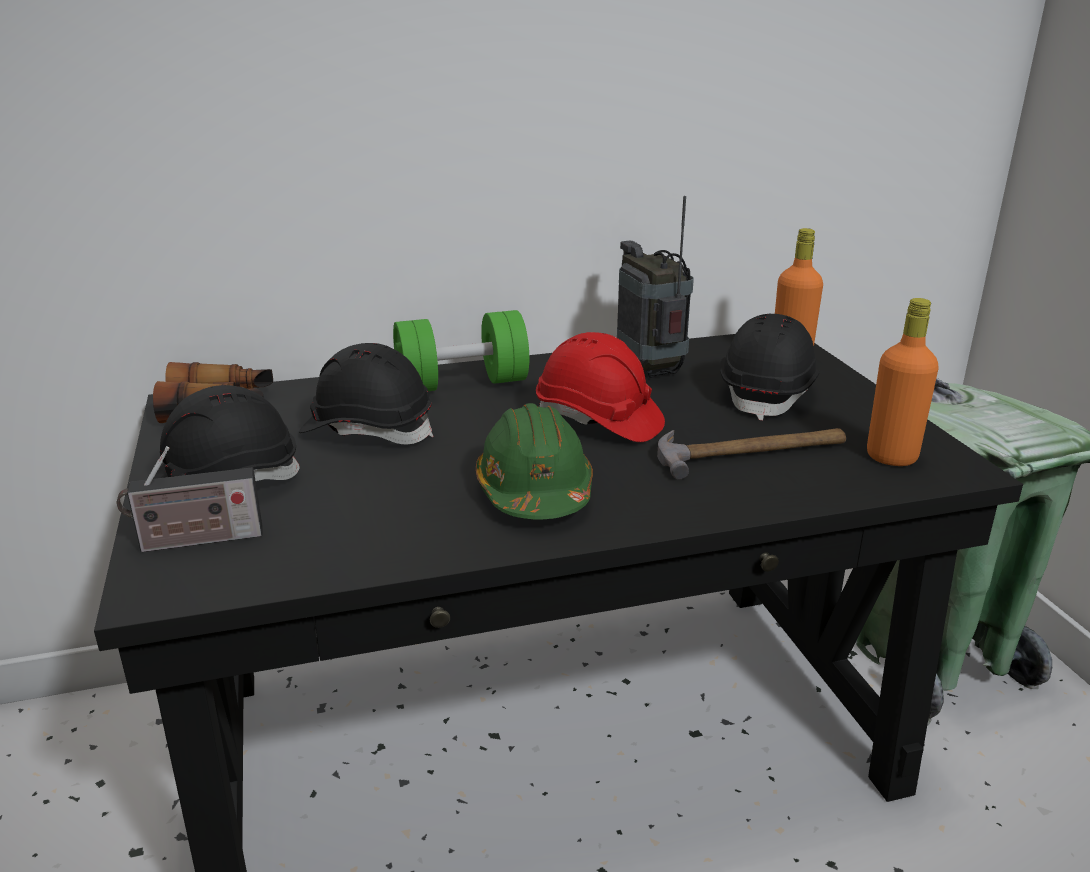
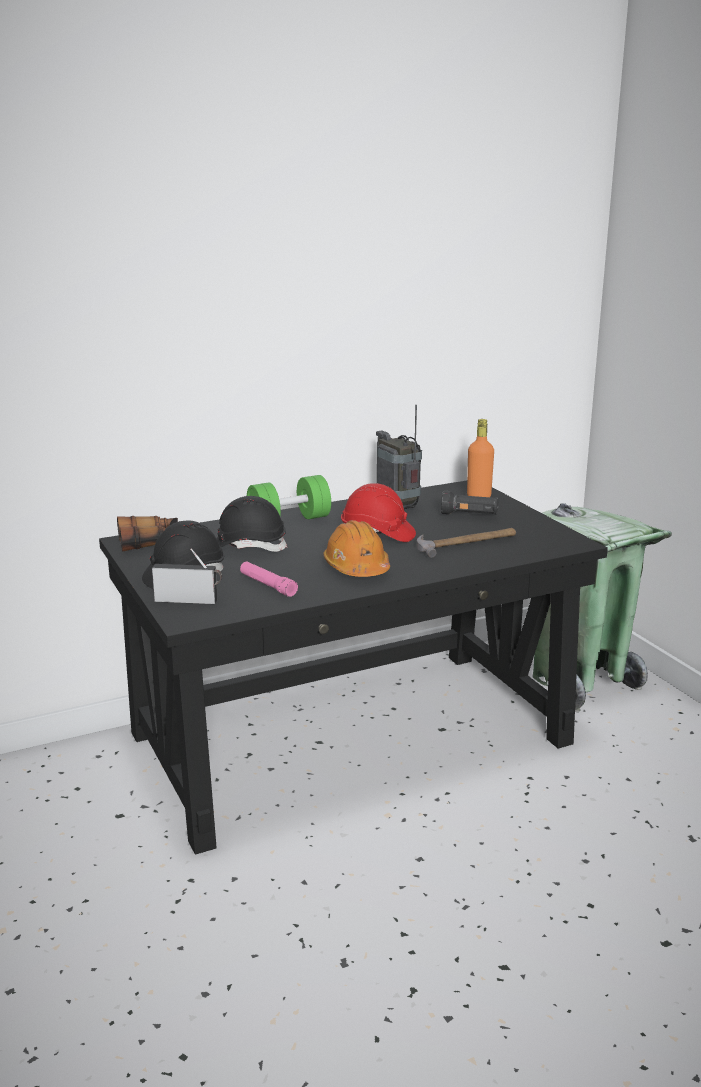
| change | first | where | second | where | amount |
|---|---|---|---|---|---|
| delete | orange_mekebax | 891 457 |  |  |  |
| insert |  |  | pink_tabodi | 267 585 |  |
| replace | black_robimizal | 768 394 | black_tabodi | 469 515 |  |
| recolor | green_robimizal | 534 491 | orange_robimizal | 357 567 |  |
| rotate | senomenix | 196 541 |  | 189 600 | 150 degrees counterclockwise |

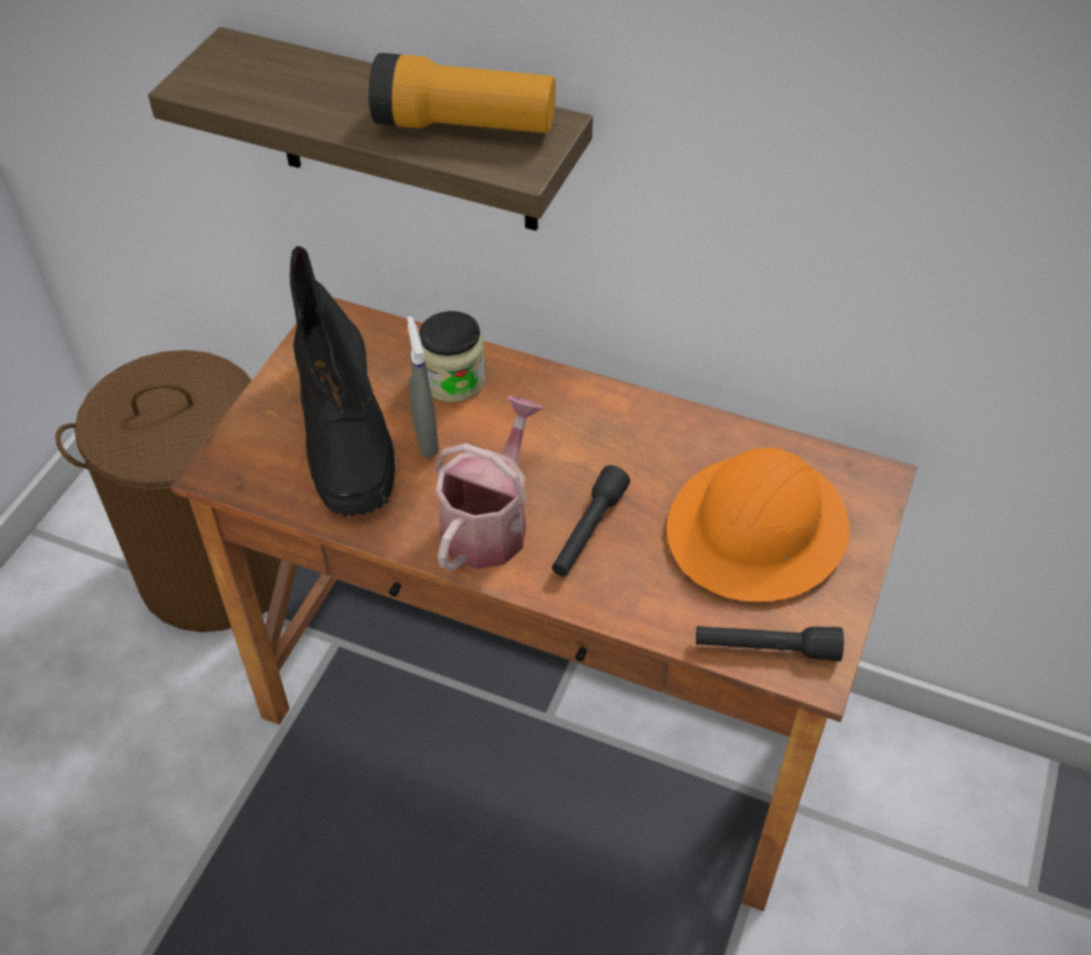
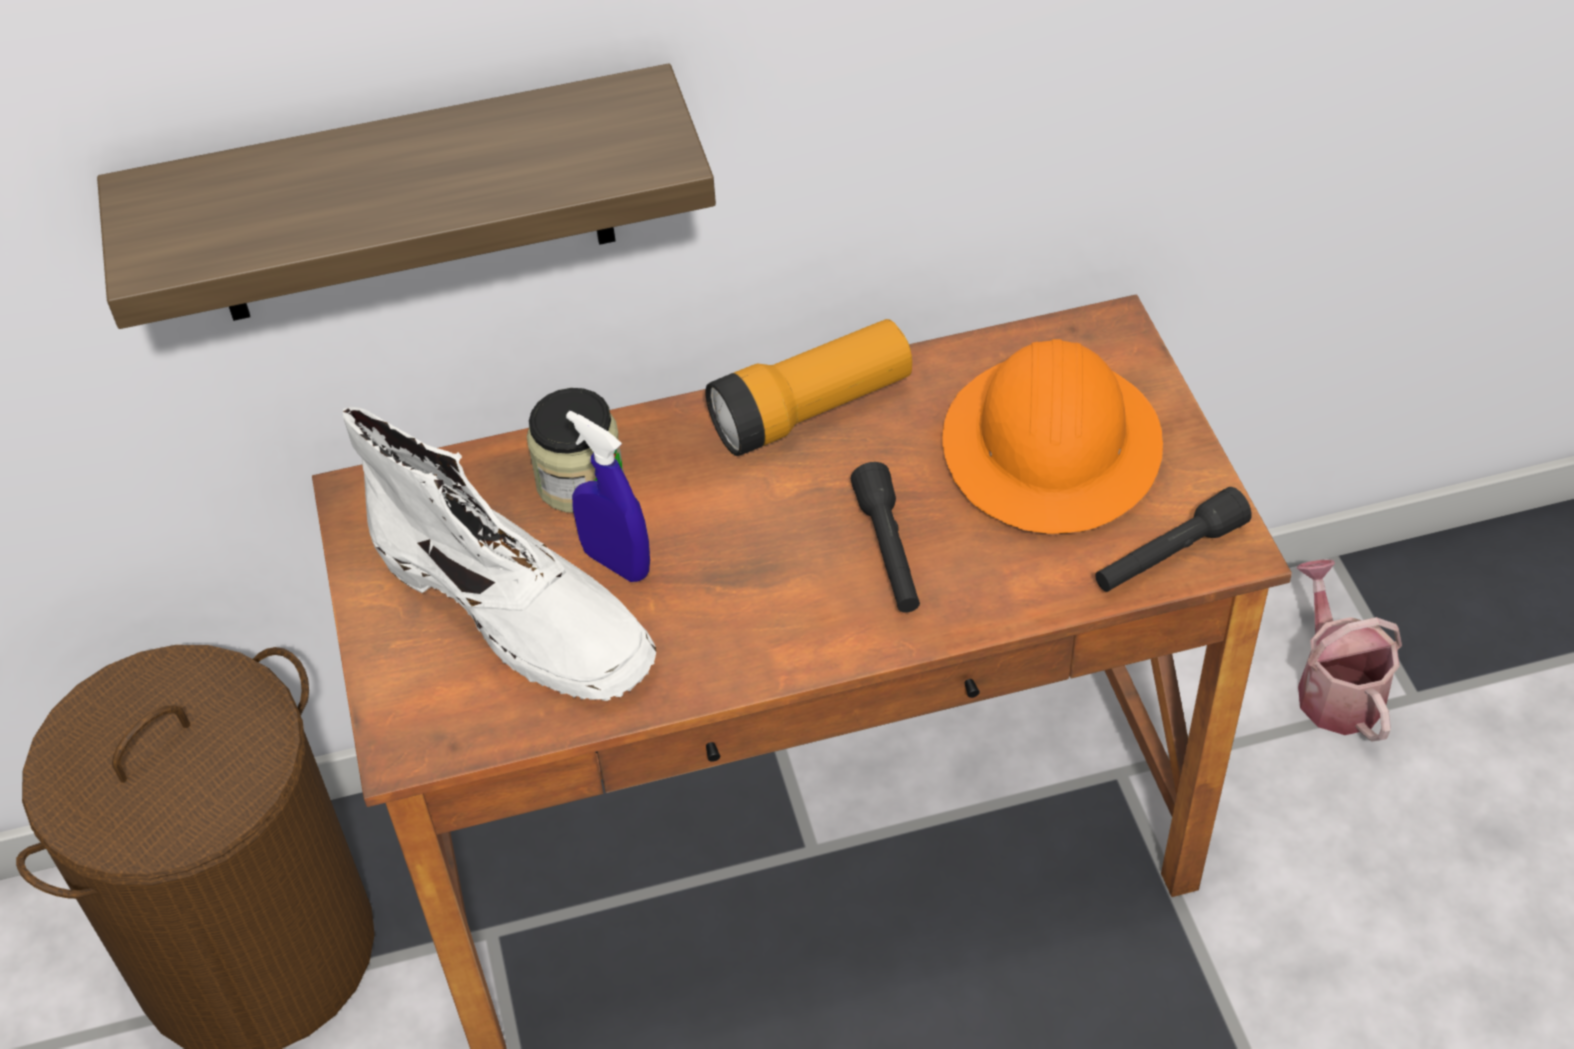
| change | first | where | second | where | amount |
|---|---|---|---|---|---|
| move | tabodi | 464 126 |  | 811 410 |  |
| move | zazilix | 489 523 |  | 1334 687 |  |
| recolor | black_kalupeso | 346 433 | white_kalupeso | 517 611 |  |
| recolor | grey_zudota | 426 439 | blue_zudota | 616 563 |  |

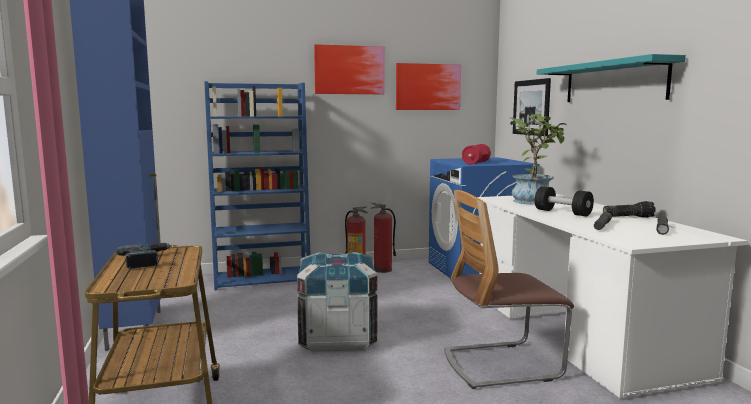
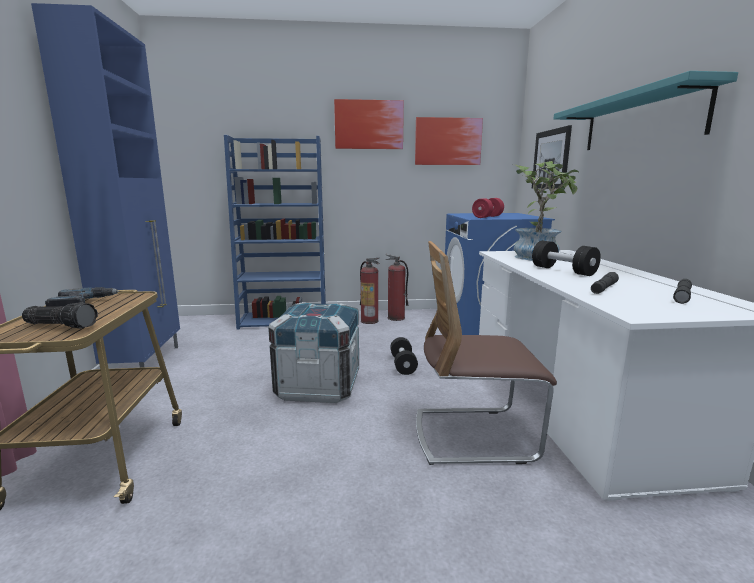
| change | first | where | second | where | amount |
|---|---|---|---|---|---|
| insert |  |  | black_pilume | 403 365 |  |
| move | tabodi | 628 217 |  | 62 325 |  |

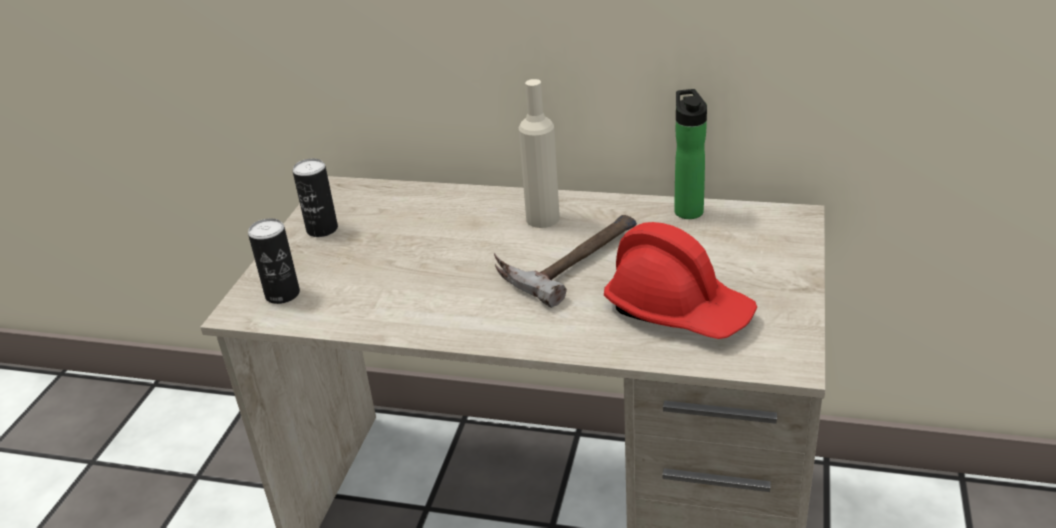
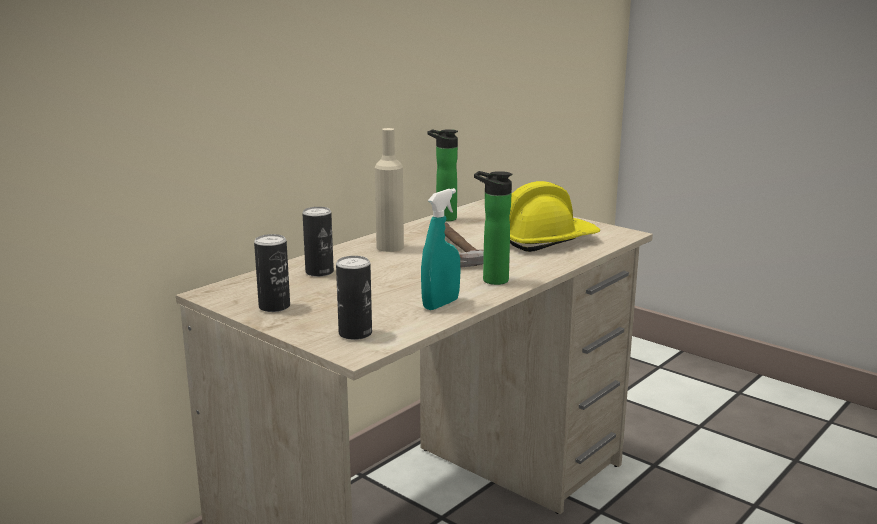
| change | first | where | second | where | amount |
|---|---|---|---|---|---|
| insert |  |  | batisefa | 319 272 |  |
| insert |  |  | turquoise_zudota | 440 304 |  |
| insert |  |  | mekebax | 491 280 |  |
| recolor | red_robimizal | 678 310 | yellow_robimizal | 547 241 |  |

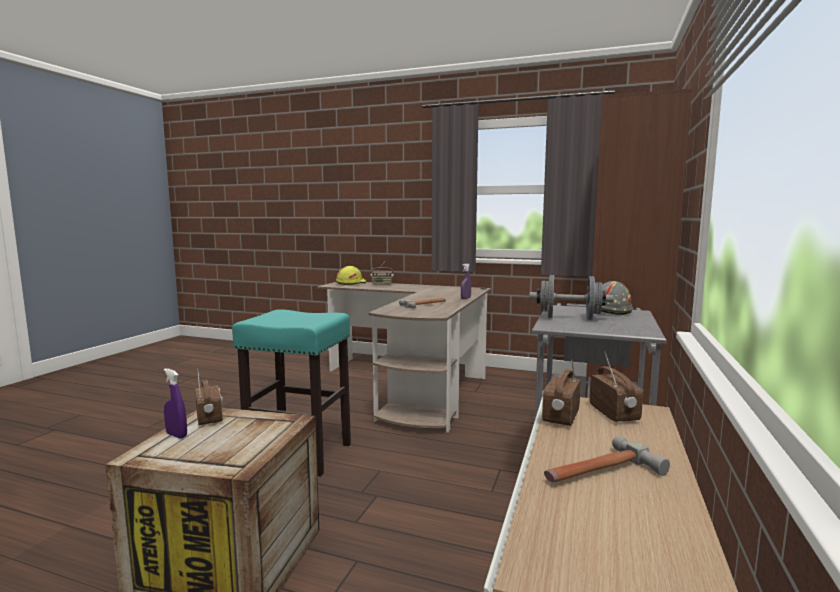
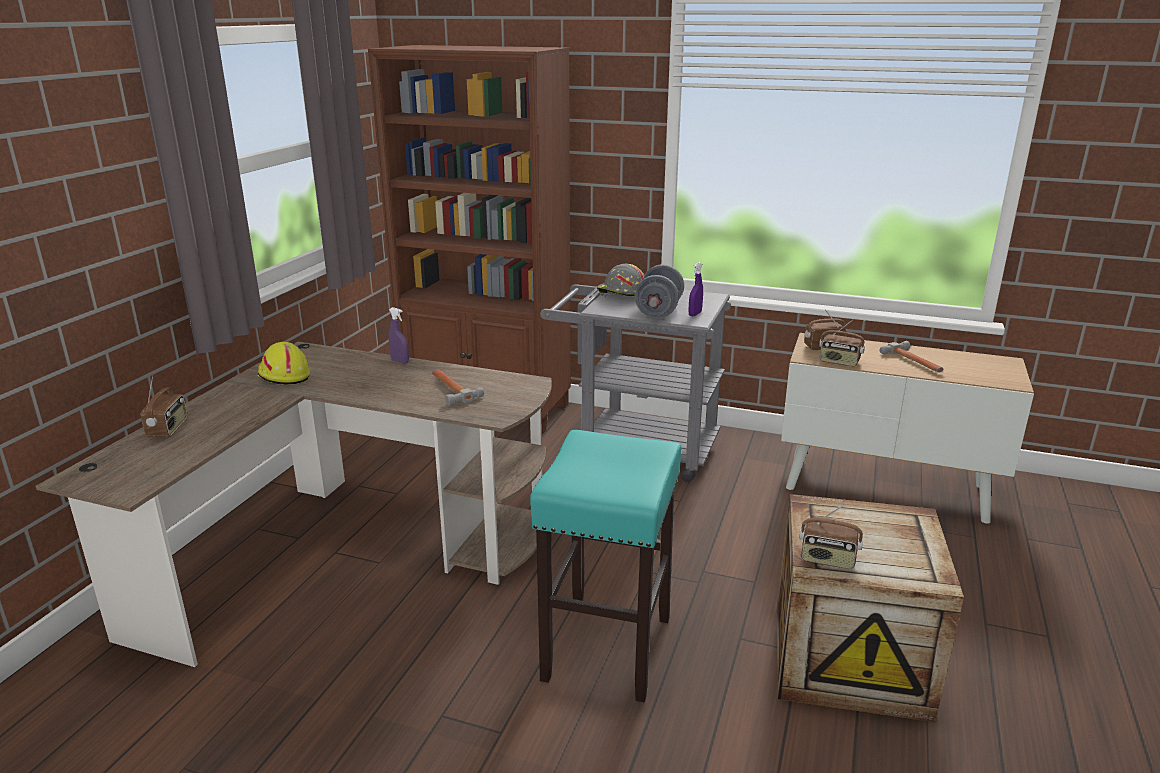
| change | first | where | second | where | amount |
|---|---|---|---|---|---|
| move | purple_zudota | 176 435 |  | 695 314 |  |
| move | yellow_robimizal | 351 283 |  | 283 376 |  |
| rotate | senomenix | 210 418 |  | 827 560 | 135 degrees counterclockwise |

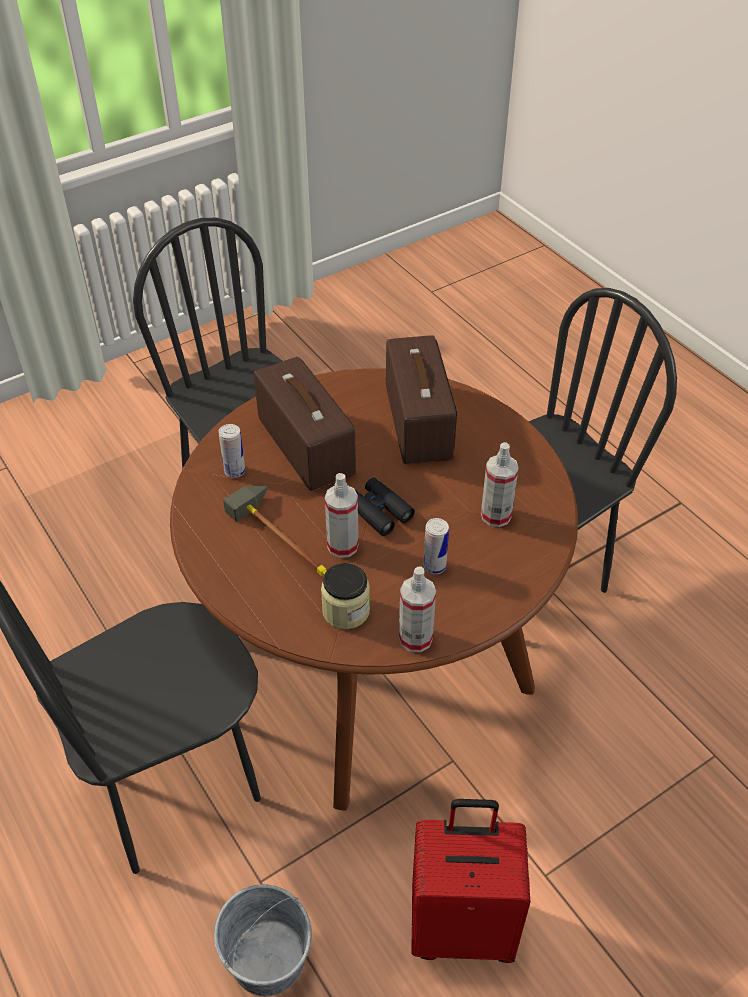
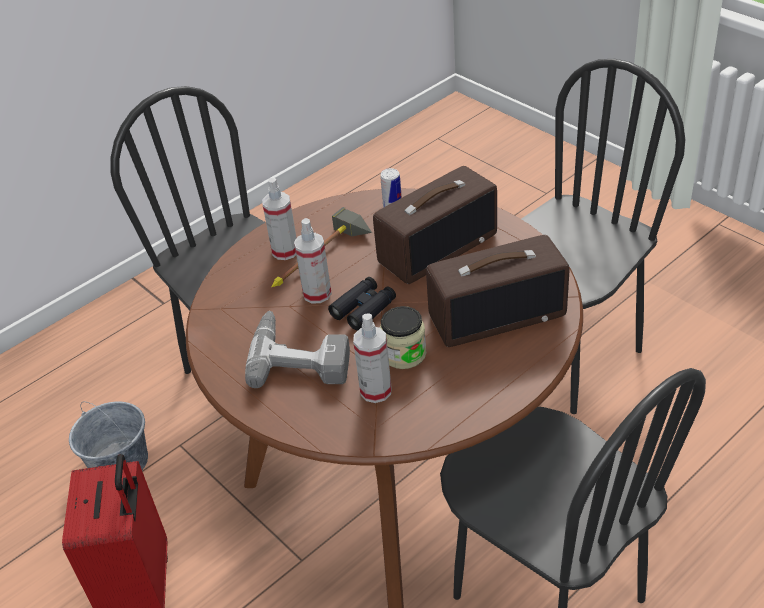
| change | first | where | second | where | amount |
|---|---|---|---|---|---|
| move | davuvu | 346 611 |  | 404 354 |  |
| move | zudota | 415 638 |  | 285 251 |  |
| replace | batisefa | 434 566 | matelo | 301 355 |  |

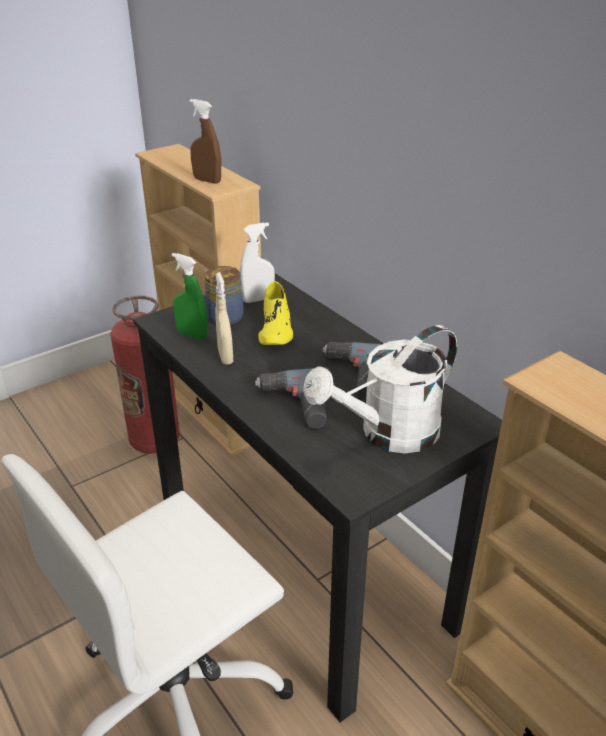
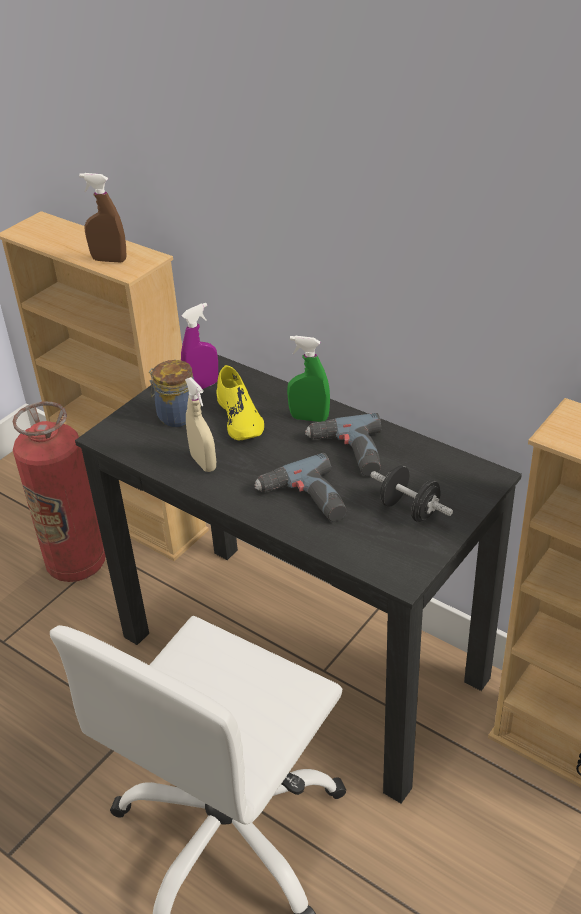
| change | first | where | second | where | amount |
|---|---|---|---|---|---|
| move | green_zudota | 192 335 |  | 309 418 |  |
| replace | white_zazilix | 388 434 | black_pilume | 409 509 |  |
| recolor | white_zudota | 258 299 | purple_zudota | 202 386 |  |

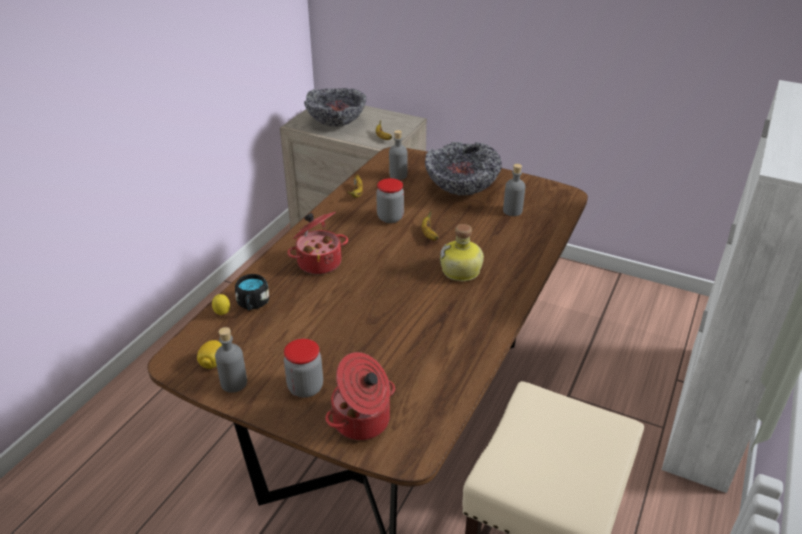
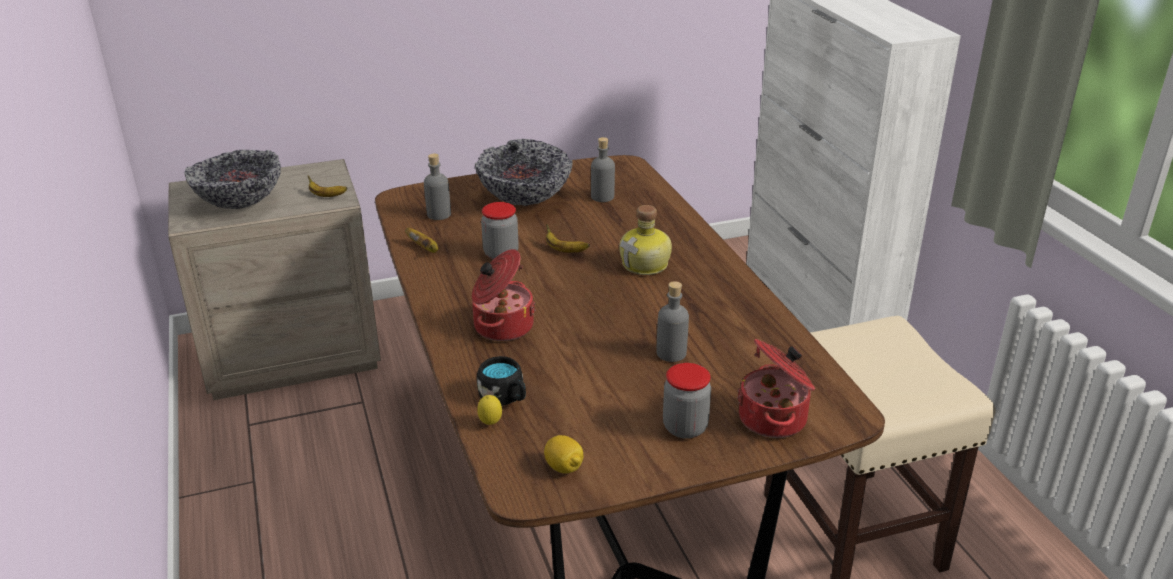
| change | first | where | second | where | amount |
|---|---|---|---|---|---|
| move | grey_mekebax | 234 383 |  | 671 353 |  |

